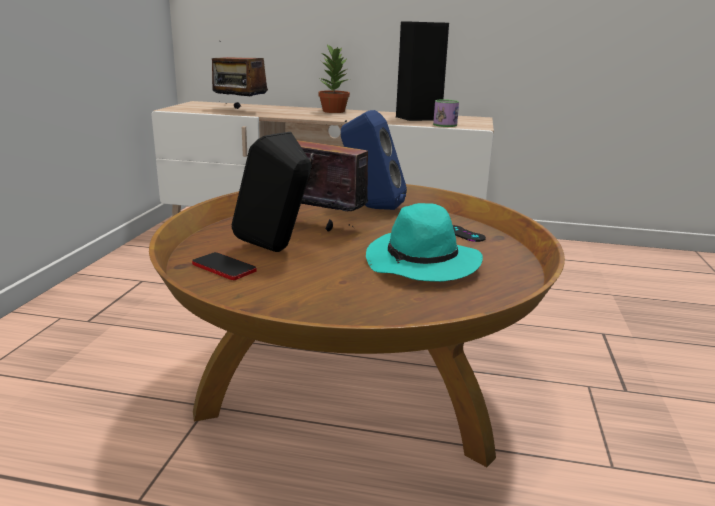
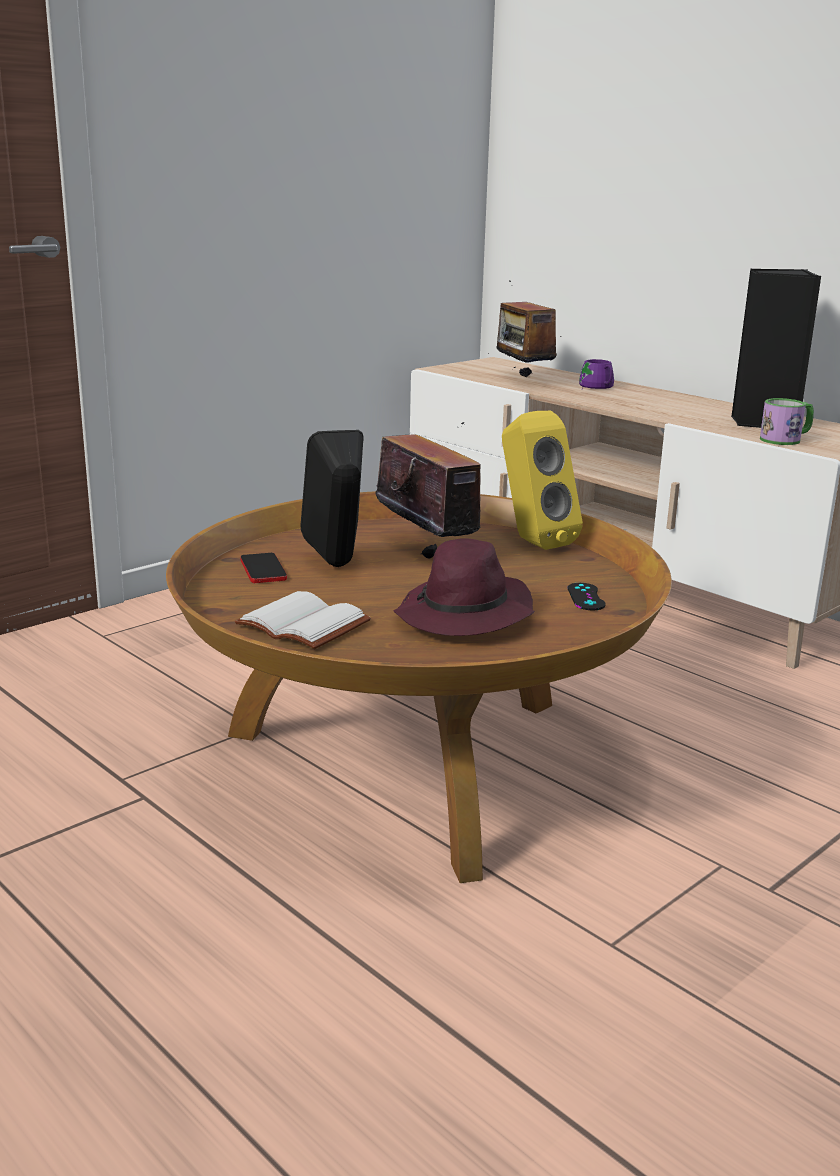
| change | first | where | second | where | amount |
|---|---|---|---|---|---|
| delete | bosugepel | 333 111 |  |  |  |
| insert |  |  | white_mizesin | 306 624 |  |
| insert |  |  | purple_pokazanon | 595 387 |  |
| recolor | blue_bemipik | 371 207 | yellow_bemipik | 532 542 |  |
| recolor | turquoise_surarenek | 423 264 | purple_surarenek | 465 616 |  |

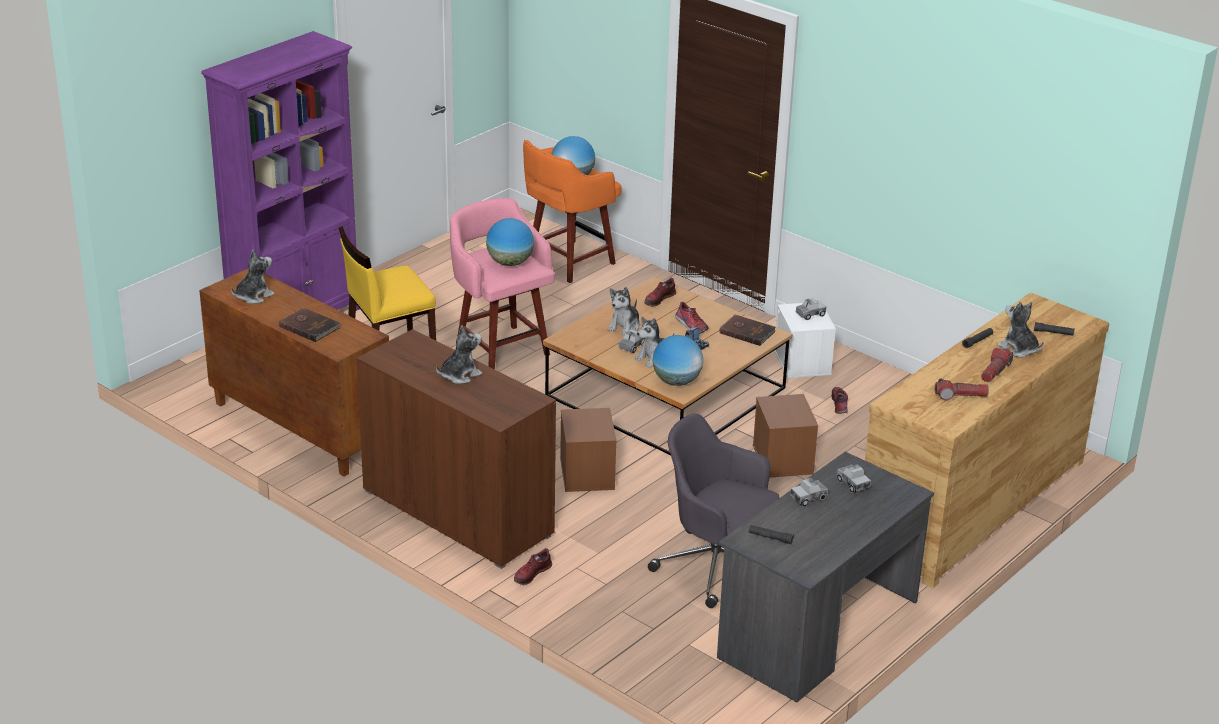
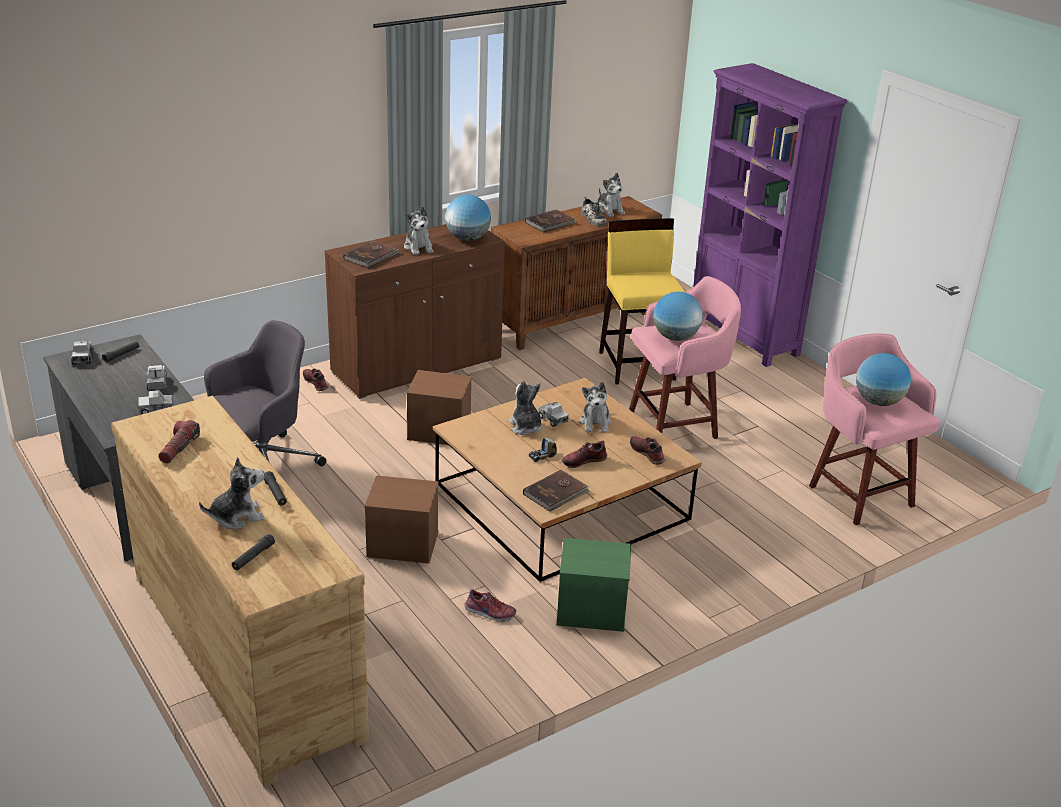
| change | first | where | second | where | amount |
|---|---|---|---|---|---|
| delete | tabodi | 995 371 |  |  |  |
| insert |  |  | brown_mizesin | 371 256 |  |
| insert |  |  | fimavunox | 592 218 |  |
| move | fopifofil | 676 381 |  | 467 239 |  |
| move | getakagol | 810 314 |  | 83 358 |  |
| recolor | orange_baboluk | 568 263 | pink_baboluk | 858 494 |  |
| recolor | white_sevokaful | 803 362 | green_sevokaful | 590 610 |  |
| rotate | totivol | 624 326 |  | 595 423 | 135 degrees counterclockwise |

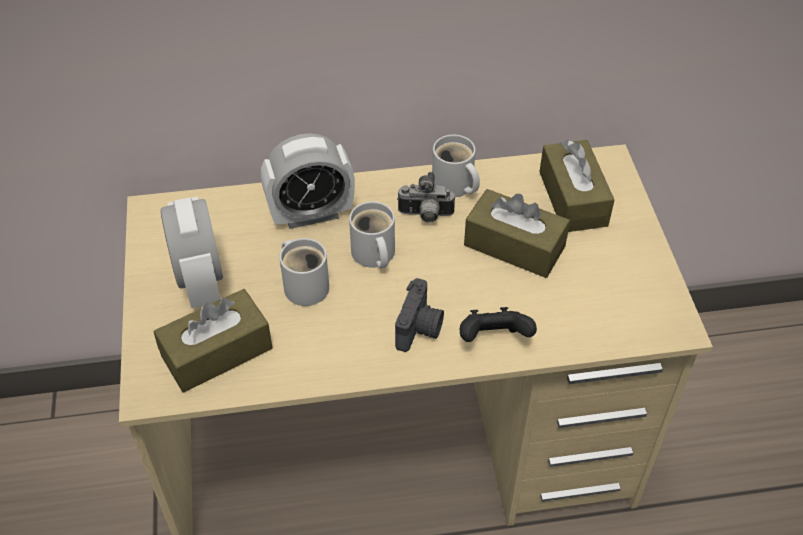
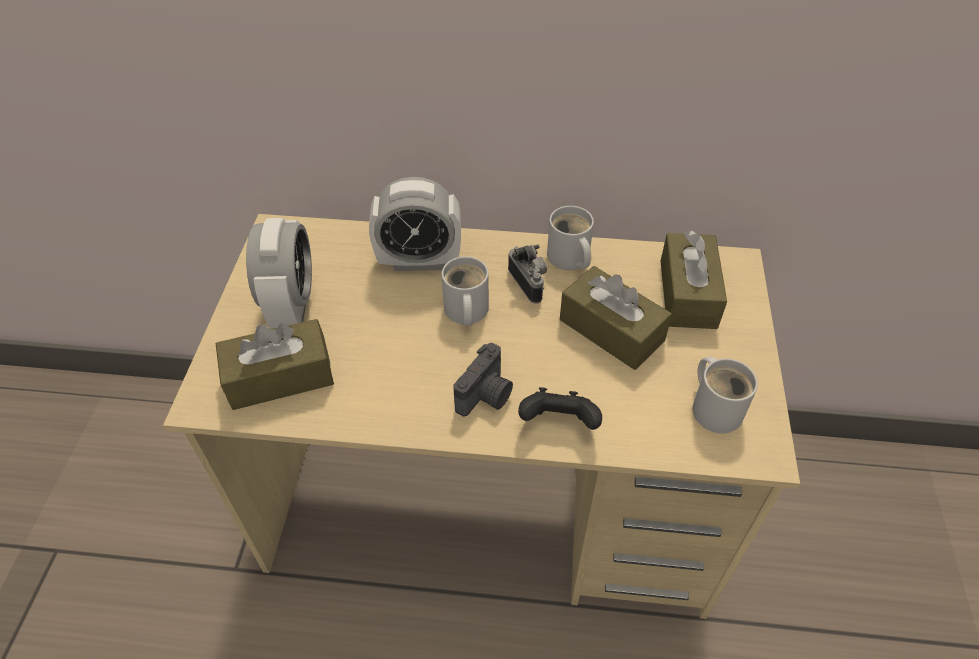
| change | first | where | second | where | amount |
|---|---|---|---|---|---|
| move | white_pokazanon | 305 284 |  | 716 407 |  |
| rotate | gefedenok | 425 216 |  | 530 283 | 135 degrees counterclockwise |

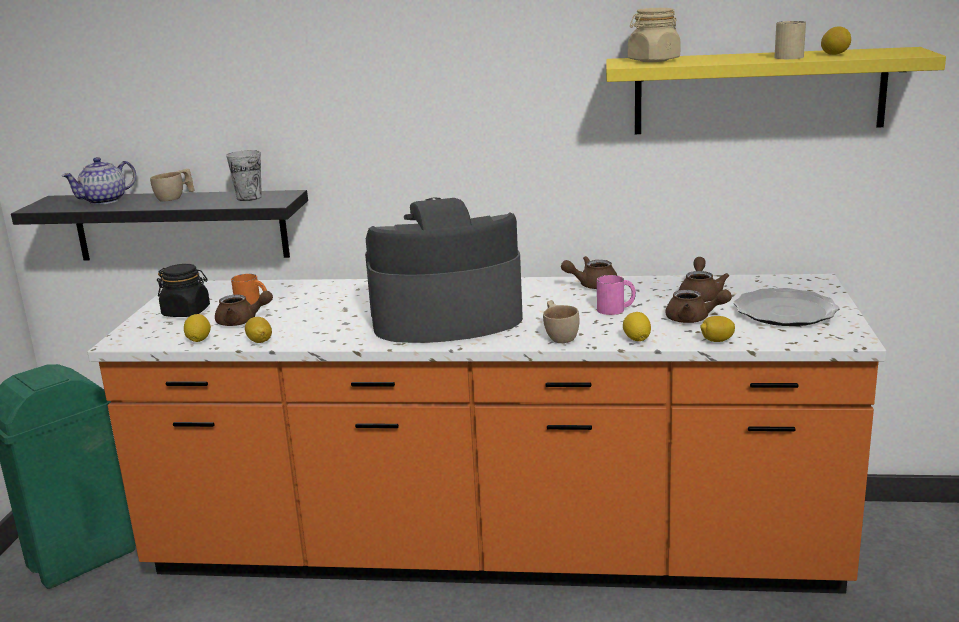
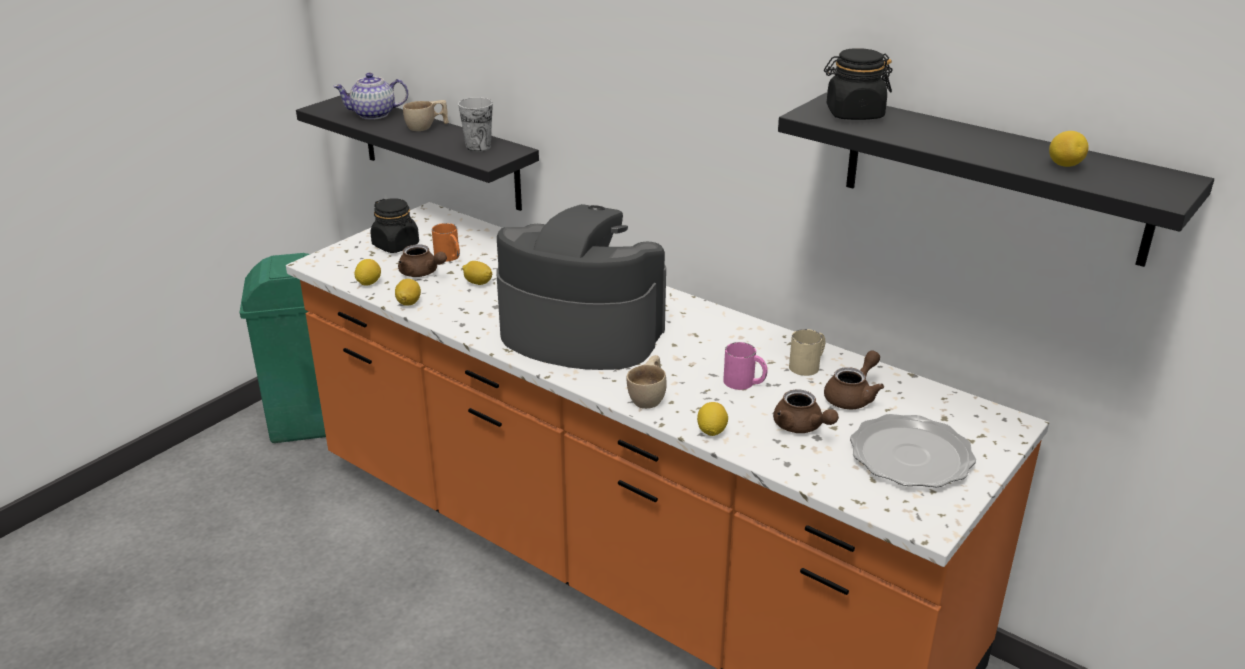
| change | first | where | second | where | amount |
|---|---|---|---|---|---|
| delete | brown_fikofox | 592 285 |  |  |  |
| move | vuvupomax | 716 341 |  | 478 283 |  |
| move | beige_pokazanon | 789 56 |  | 808 365 |  |
| recolor | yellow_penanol | 758 92 | black_penanol | 993 177 |  |
| recolor | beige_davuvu | 653 60 | black_davuvu | 854 114 |  |

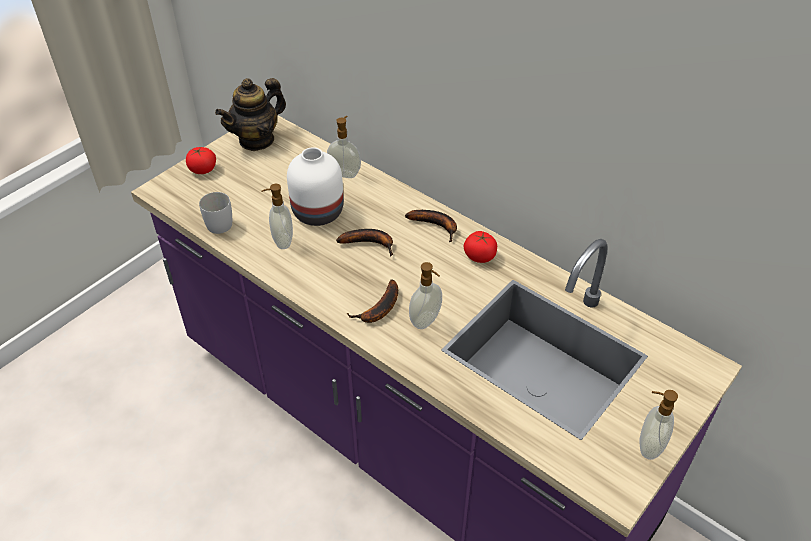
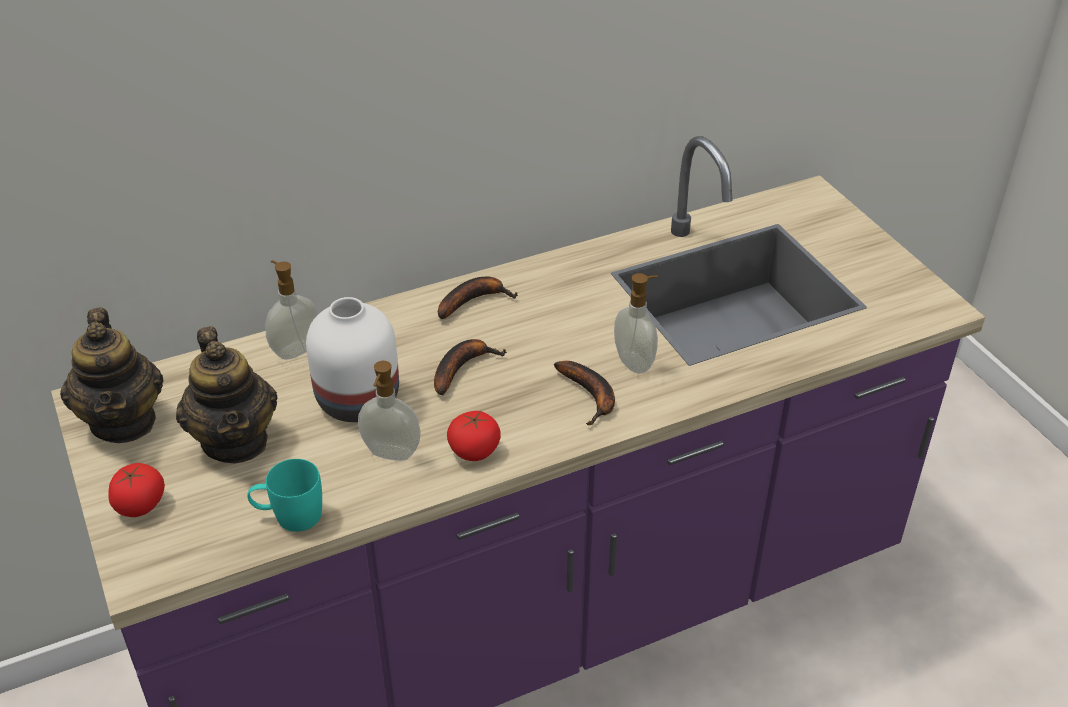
| change | first | where | second | where | amount |
|---|---|---|---|---|---|
| delete | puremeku | 648 446 |  |  |  |
| insert |  |  | fikofox | 235 441 |  |
| move | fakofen | 480 256 |  | 474 450 |  |
| recolor | white_pokazanon | 217 222 | turquoise_pokazanon | 289 516 |  |

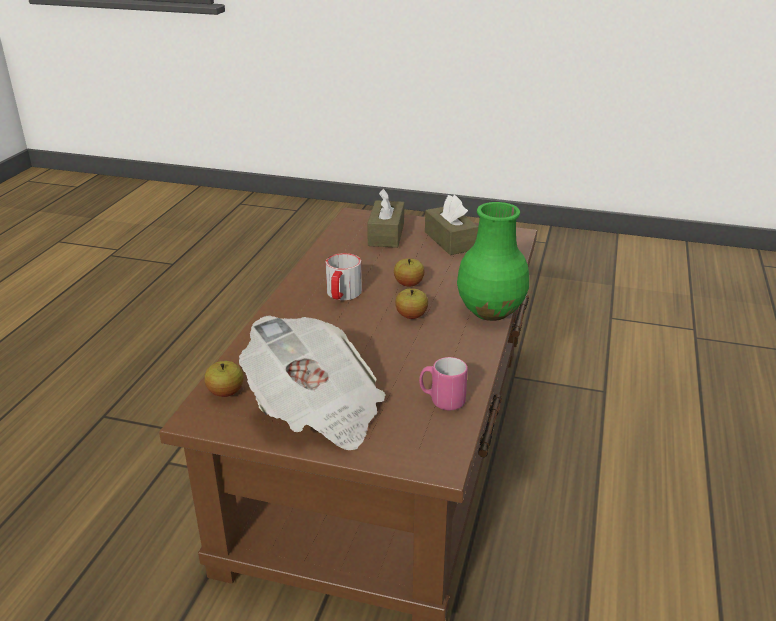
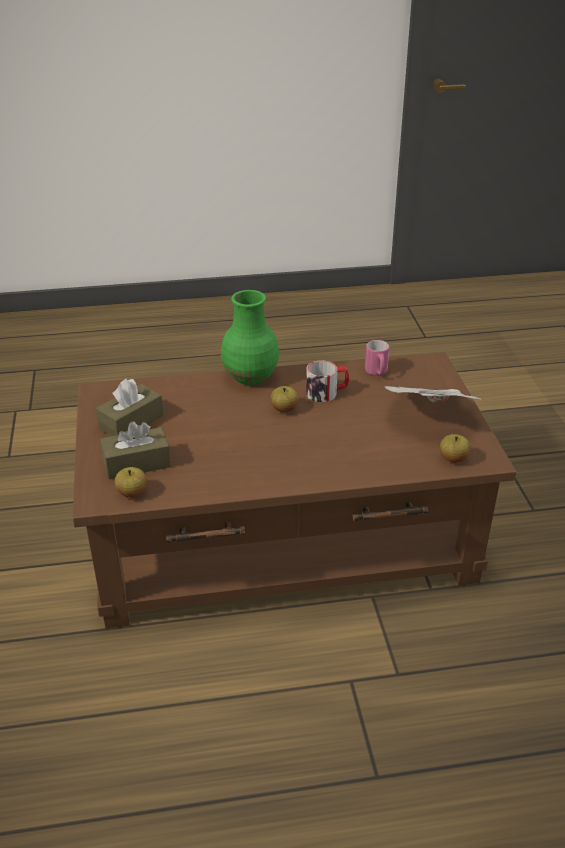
| change | first | where | second | where | amount |
|---|---|---|---|---|---|
| move | pokazanon | 342 295 |  | 327 393 |  |
| move | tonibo | 408 284 |  | 132 493 |  |

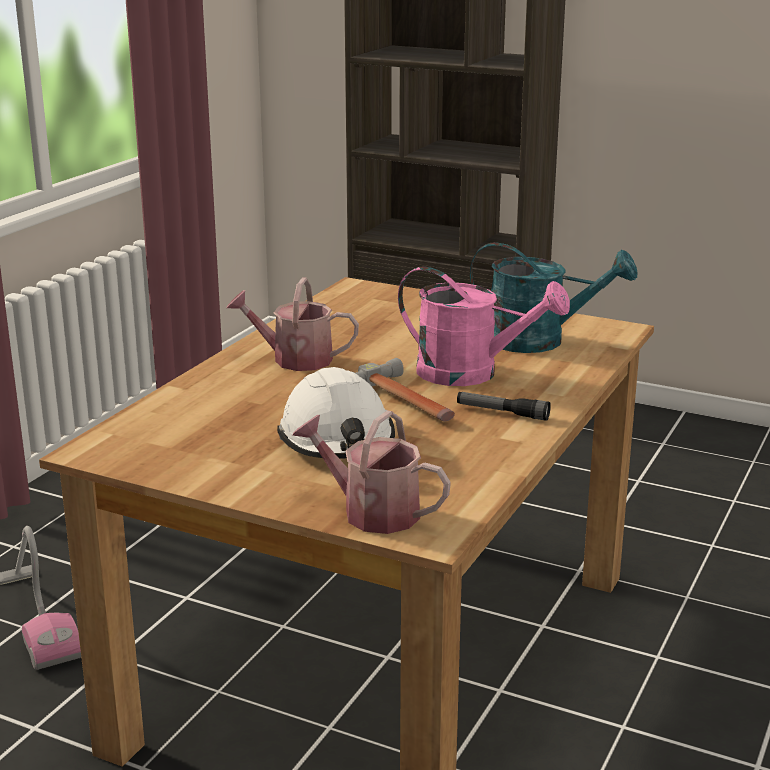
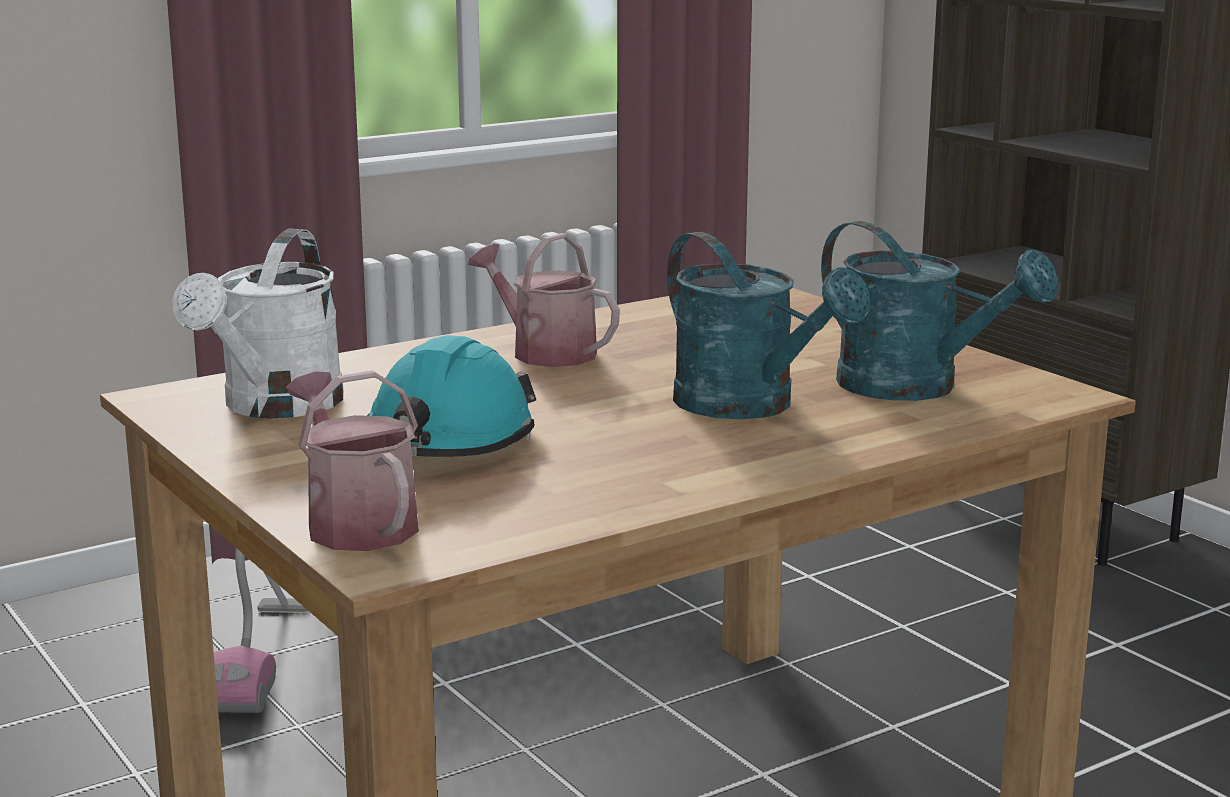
| change | first | where | second | where | amount |
|---|---|---|---|---|---|
| delete | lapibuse | 406 402 |  |  |  |
| delete | tabodi | 502 412 |  |  |  |
| insert |  |  | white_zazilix | 274 407 |  |
| recolor | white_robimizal | 337 440 | turquoise_robimizal | 447 442 |  |
| recolor | pink_zazilix | 471 374 | turquoise_zazilix | 750 406 |  |

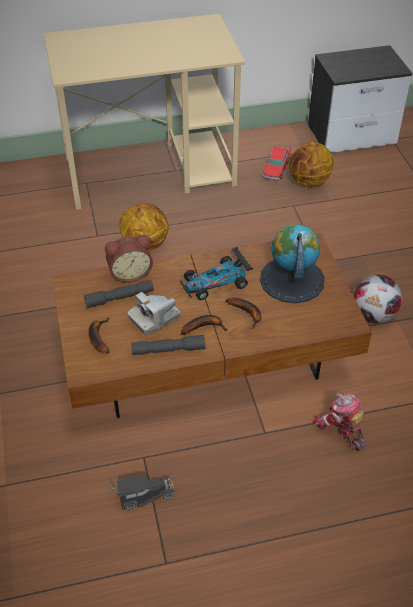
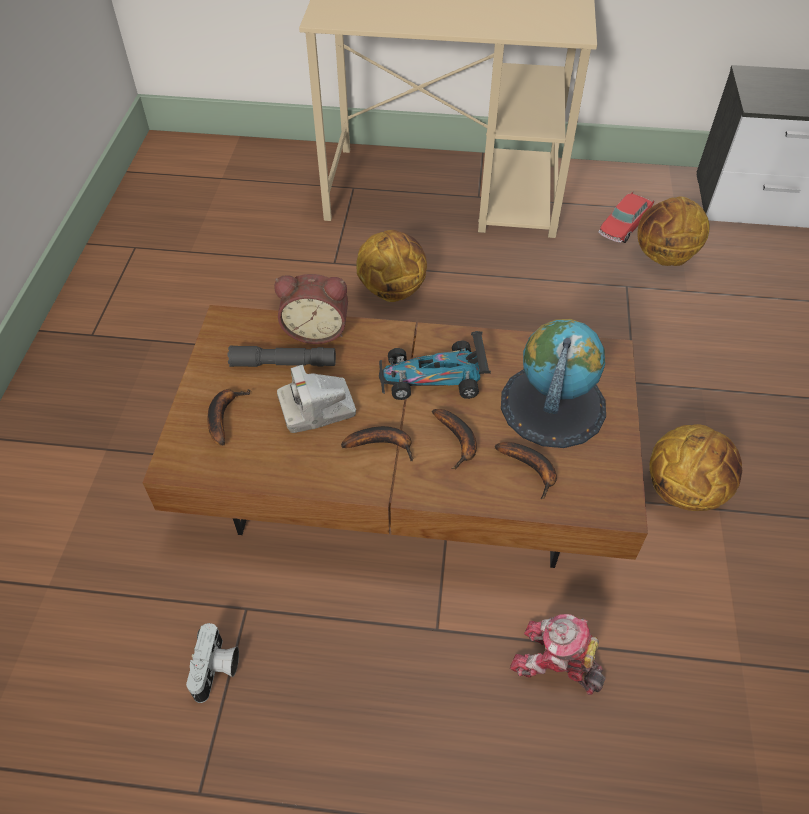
| change | first | where | second | where | amount |
|---|---|---|---|---|---|
| delete | grey_tabodi | 168 350 |  |  |  |
| insert |  |  | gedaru | 532 469 |  |
| replace | getakagol | 143 496 | gefedenok | 217 670 |  |
| replace | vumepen | 374 315 | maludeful | 684 490 |  |
| rotate | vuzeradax | 340 429 |  | 556 664 | 45 degrees counterclockwise |

